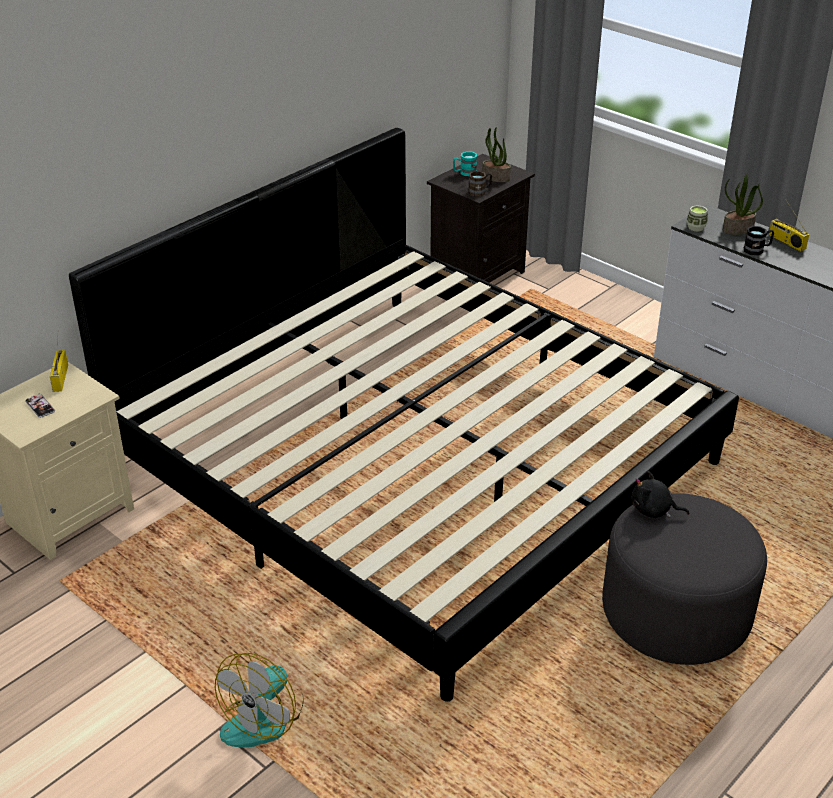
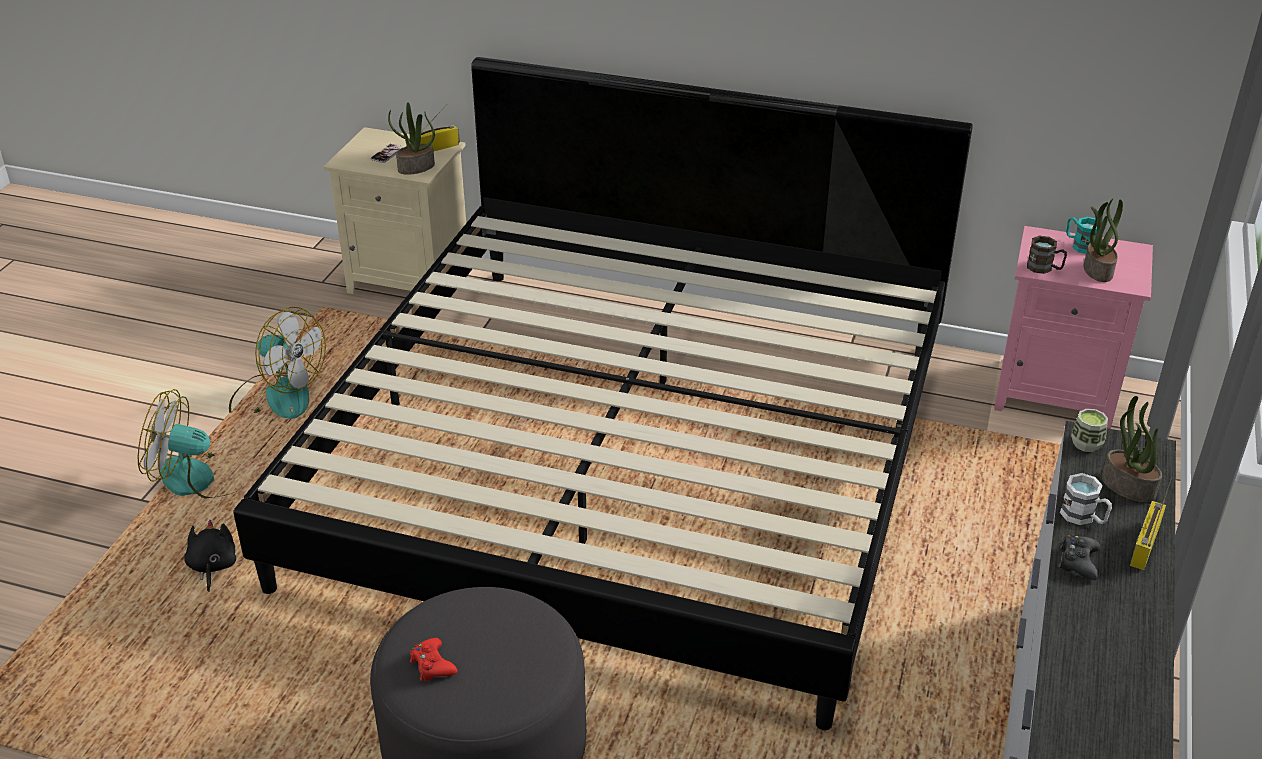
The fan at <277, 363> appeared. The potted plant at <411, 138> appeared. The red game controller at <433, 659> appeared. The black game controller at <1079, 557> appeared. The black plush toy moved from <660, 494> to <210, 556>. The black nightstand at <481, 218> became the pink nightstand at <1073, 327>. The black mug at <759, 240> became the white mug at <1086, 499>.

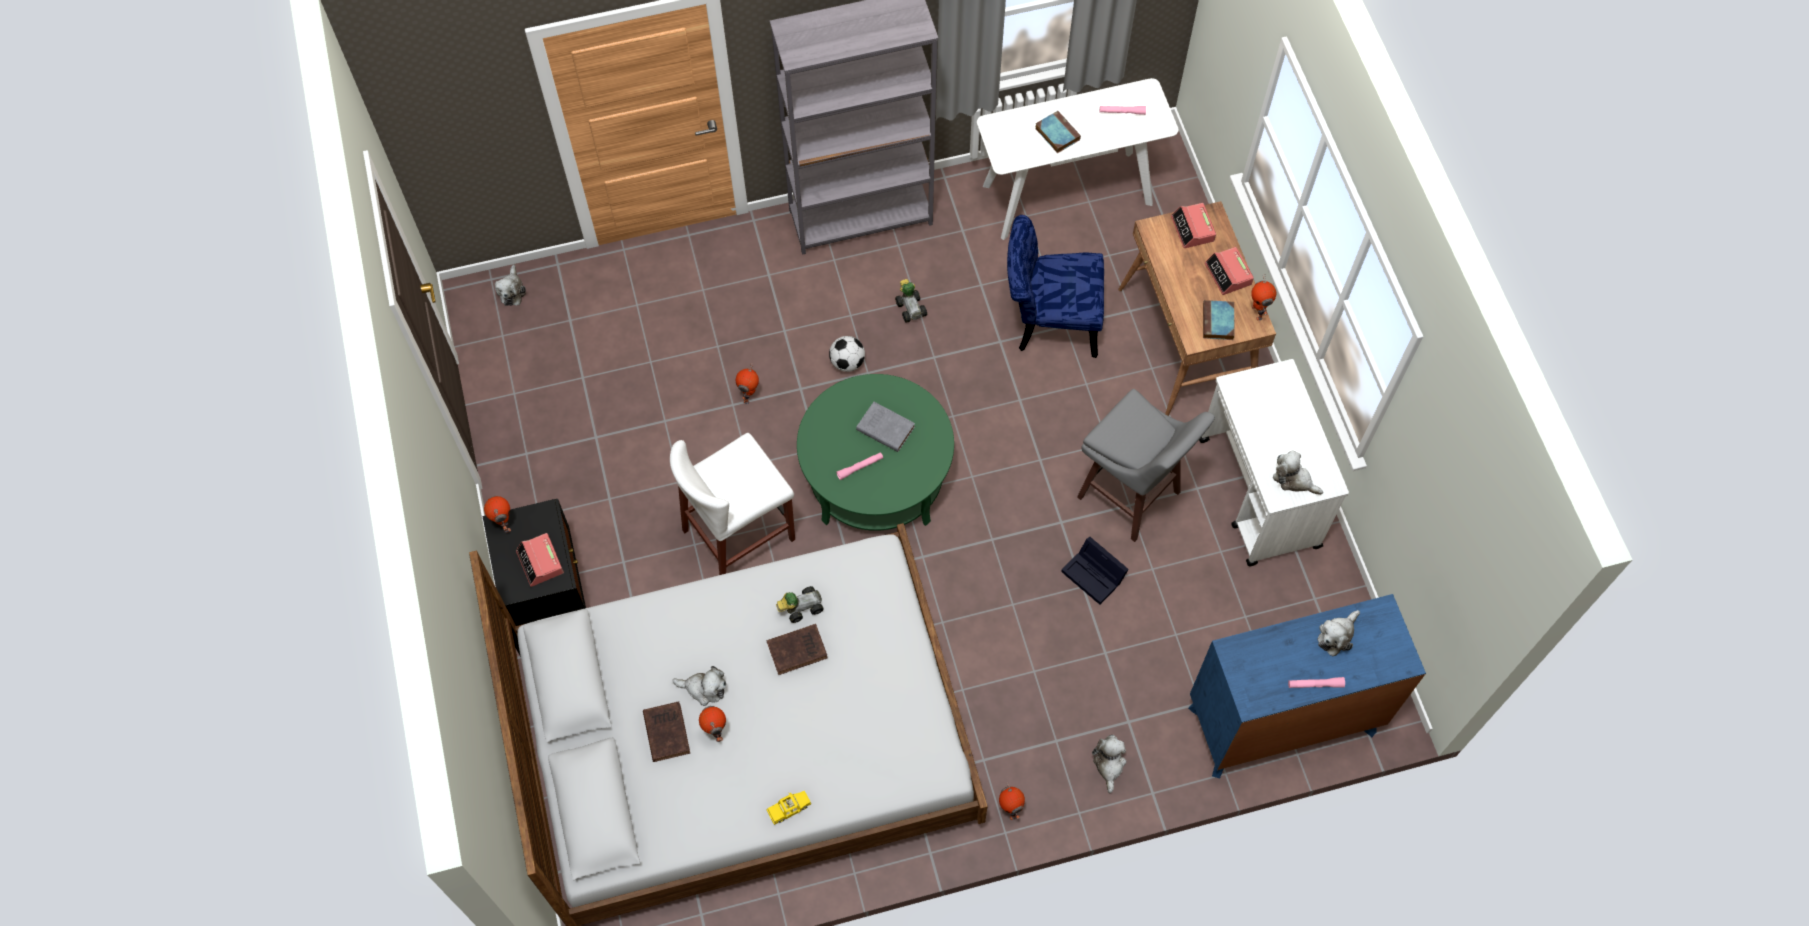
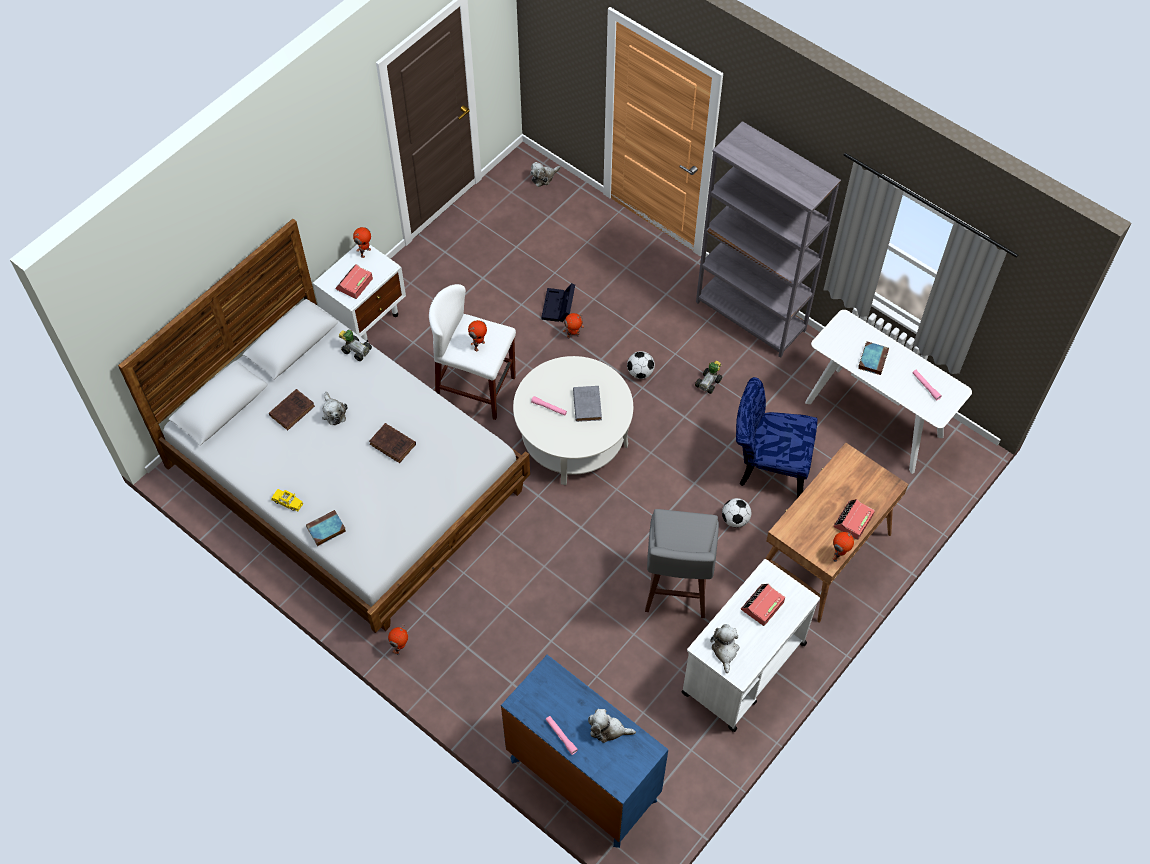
The plush toy at <1109, 764> disappeared. The football at <736, 513> appeared. The toy robot moved from <712, 724> to <477, 335>. The toy car moved from <799, 604> to <355, 345>. The black storage box moved from <1095, 571> to <558, 302>. The alarm clock moved from <1193, 225> to <763, 605>. The book moved from <1219, 320> to <326, 528>. The black nightstand at <534, 562> became the white nightstand at <359, 293>. The green coffee table at <875, 452> became the white coffee table at <573, 420>. The blue chair at <1055, 286> turned 45 degrees counterclockwise.

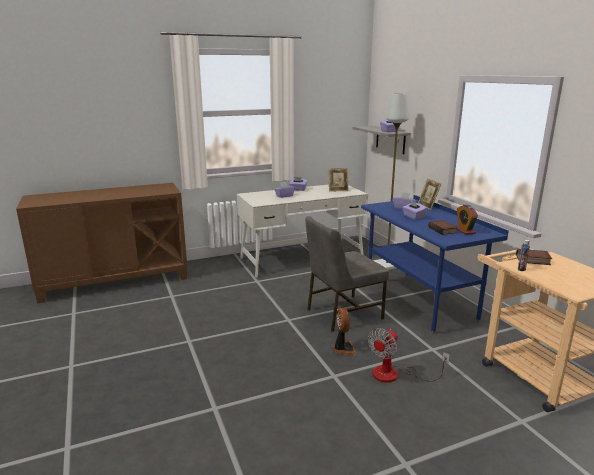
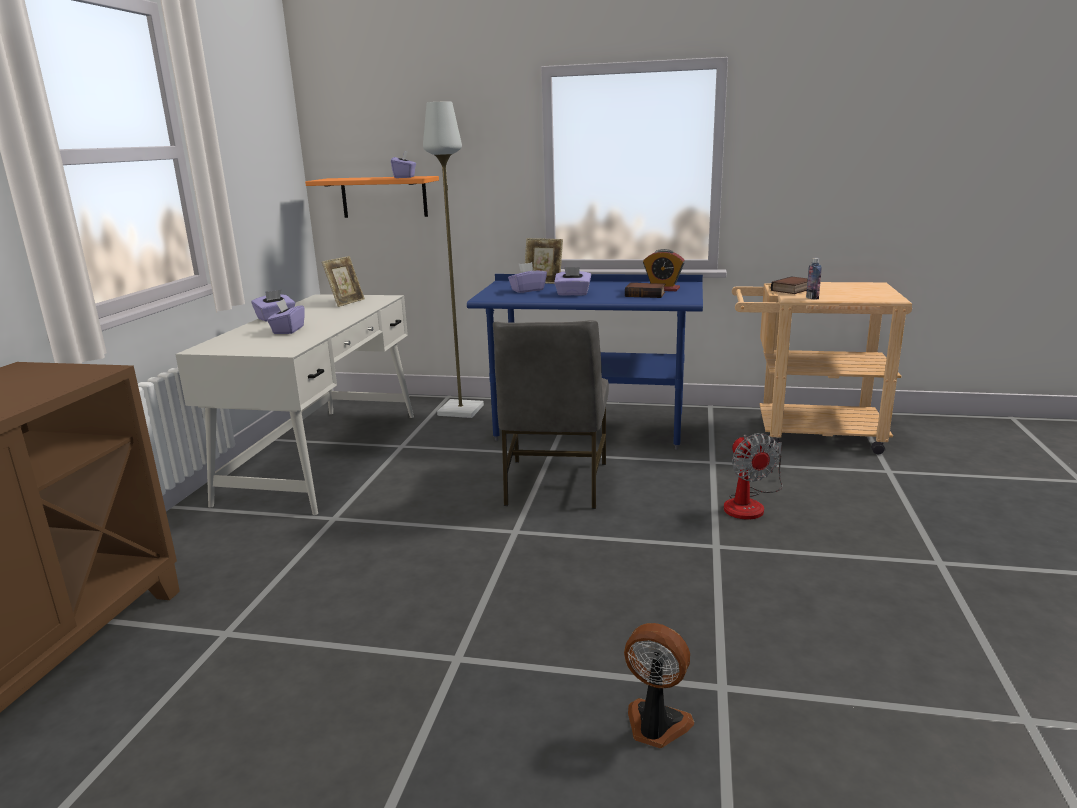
The fan moved from <344, 332> to <659, 685>. The grey shelf at <382, 140> became the orange shelf at <372, 197>.

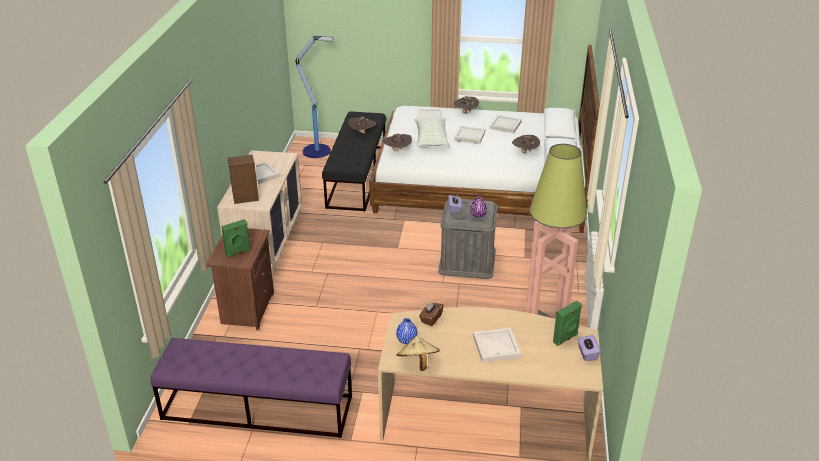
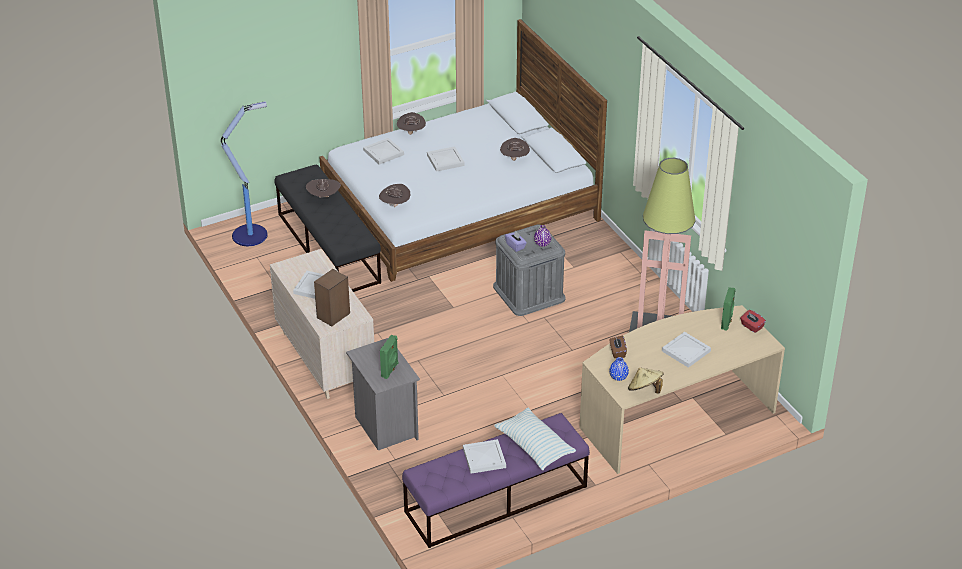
The pillow moved from <432, 132> to <535, 438>. The white tray moved from <505, 124> to <484, 456>. The brown nightstand at <240, 279> became the grey nightstand at <383, 394>. The purple tissue box at <589, 348> became the red tissue box at <753, 321>.

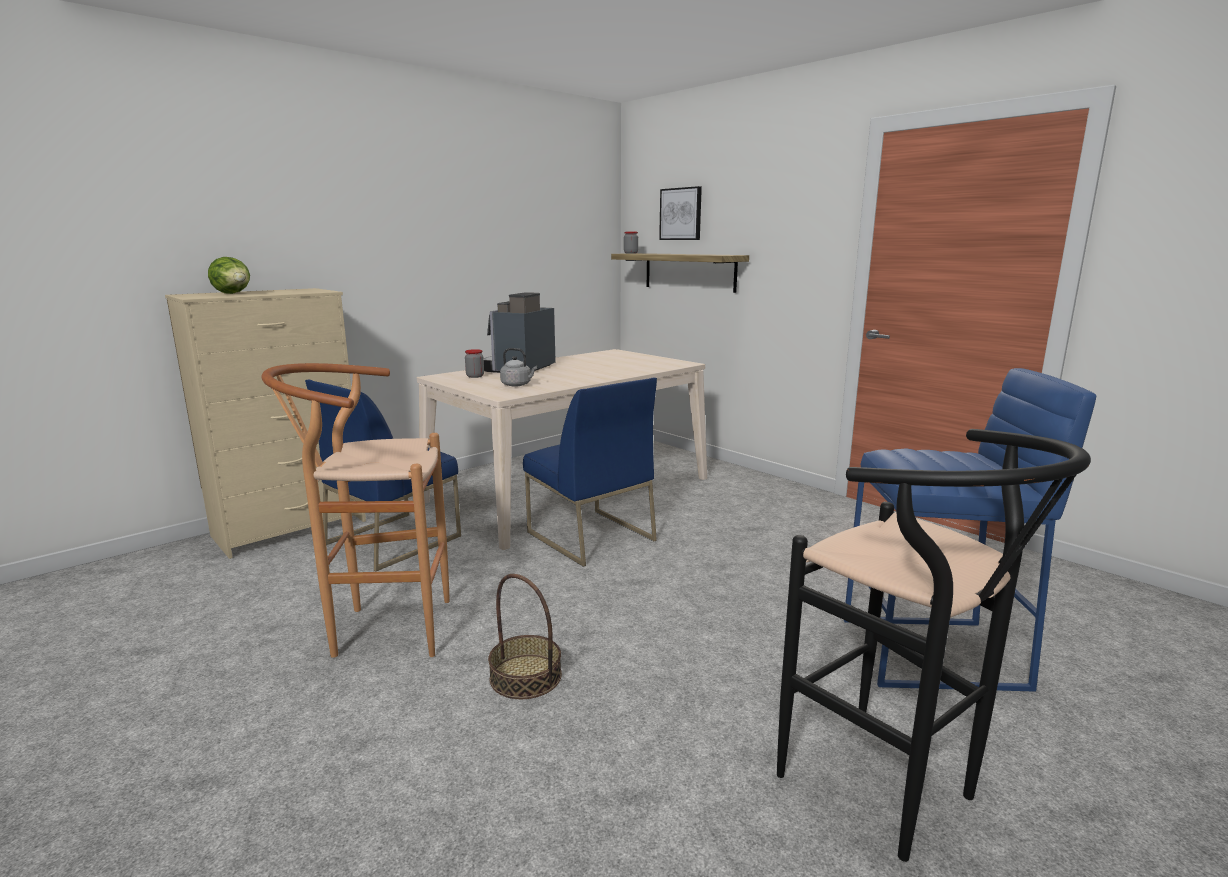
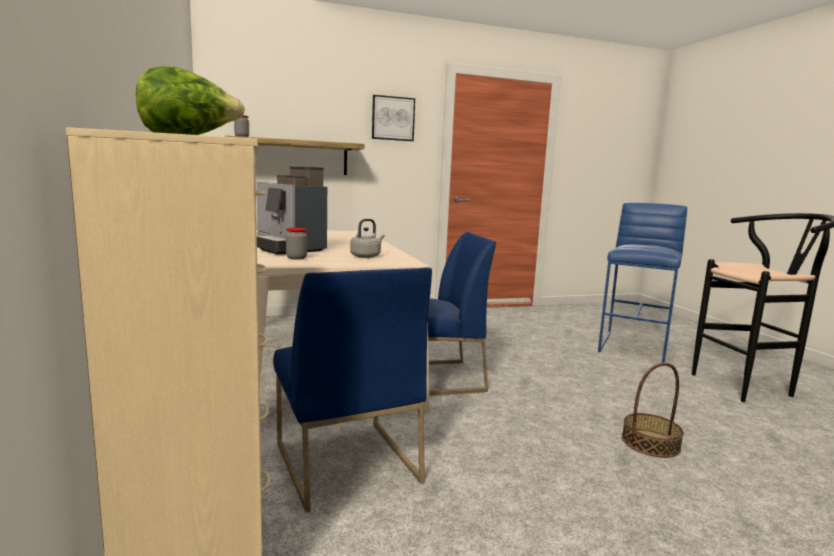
The brown stool at <356, 510> disappeared. The picture moved from <680, 213> to <393, 118>.

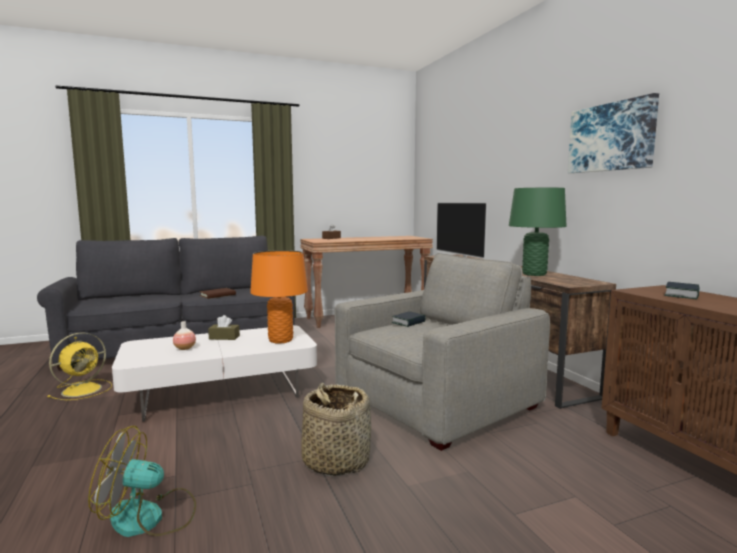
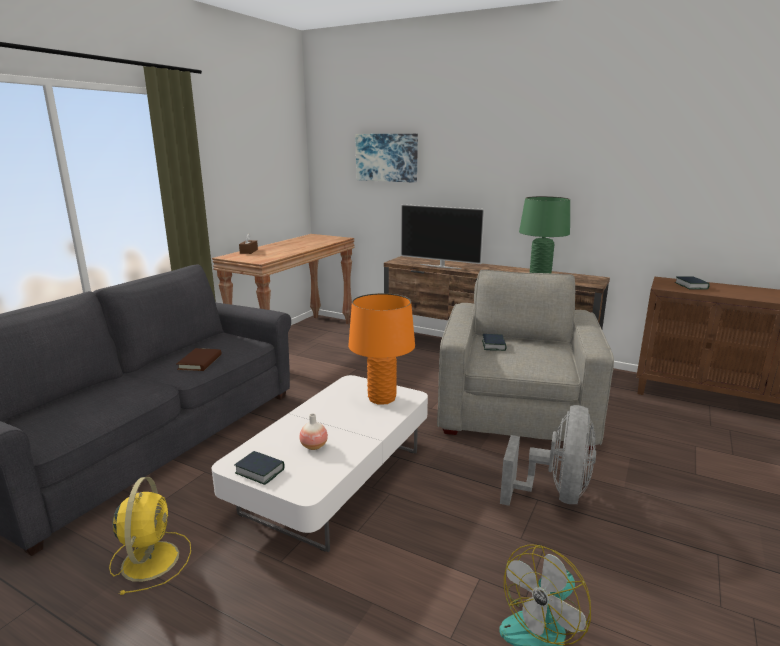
The brown tissue box at <224, 327> disappeared. The book at <259, 468> appeared. The picture moved from <613, 133> to <386, 158>. The basket at <336, 429> was replaced by the grey fan at <548, 455>.

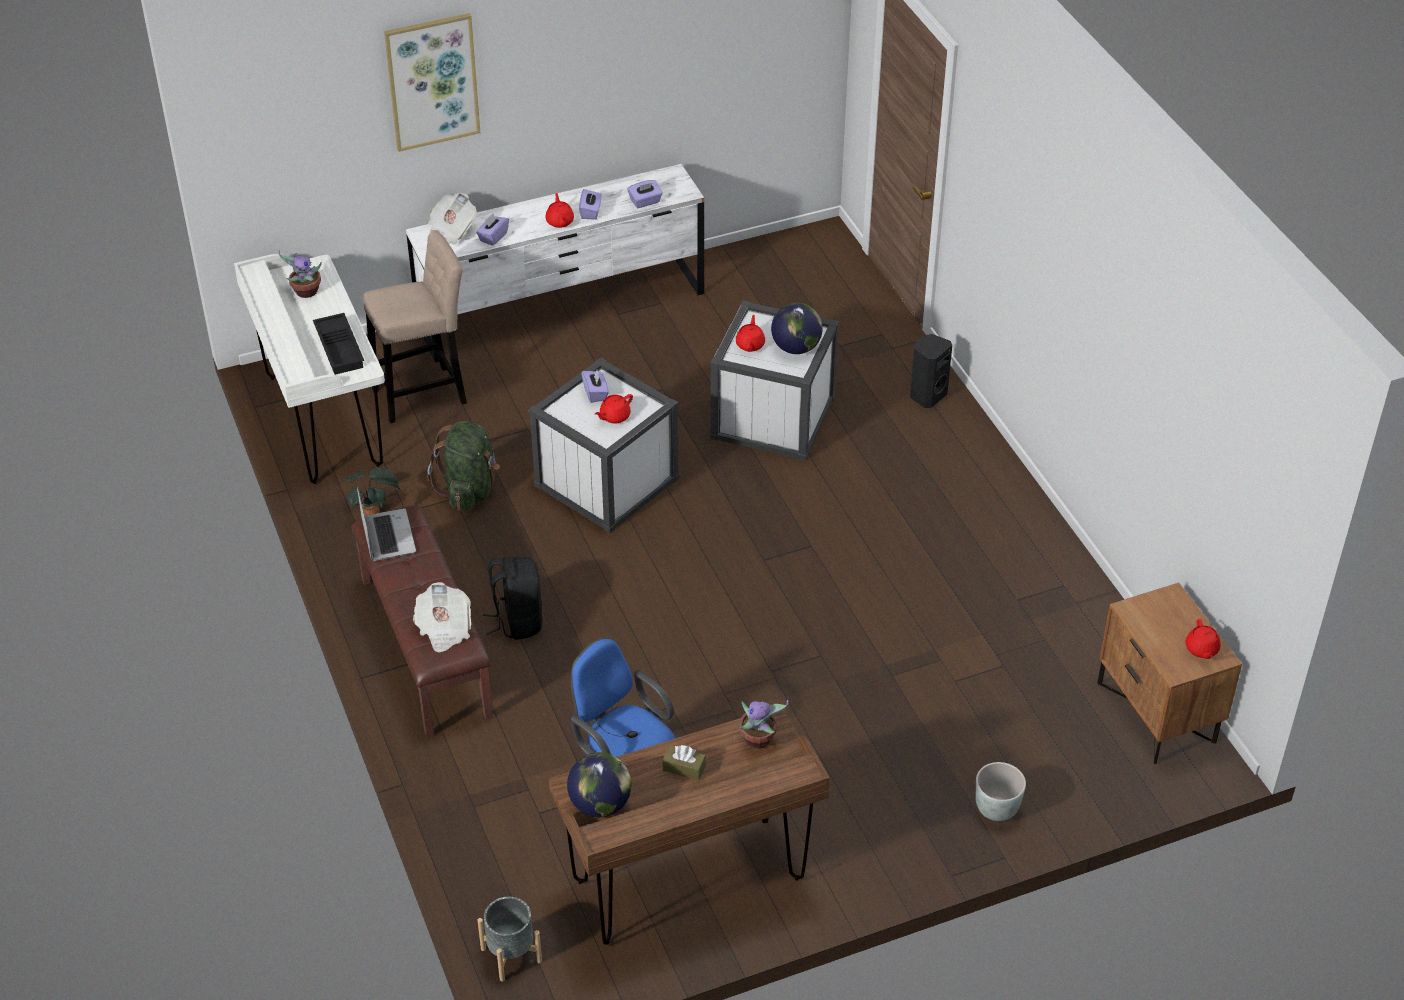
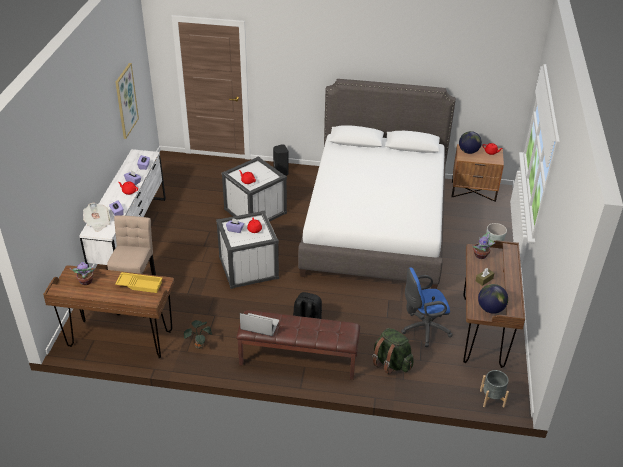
The newspaper at <442, 617> disappeared. The white bed at <377, 184> appeared. The picture moved from <432, 82> to <127, 101>. The green backpack moved from <463, 466> to <393, 351>. The globe moved from <797, 328> to <470, 142>. The white desk at <309, 369> became the brown desk at <108, 311>. The black tray at <338, 344> became the yellow tray at <139, 282>.

